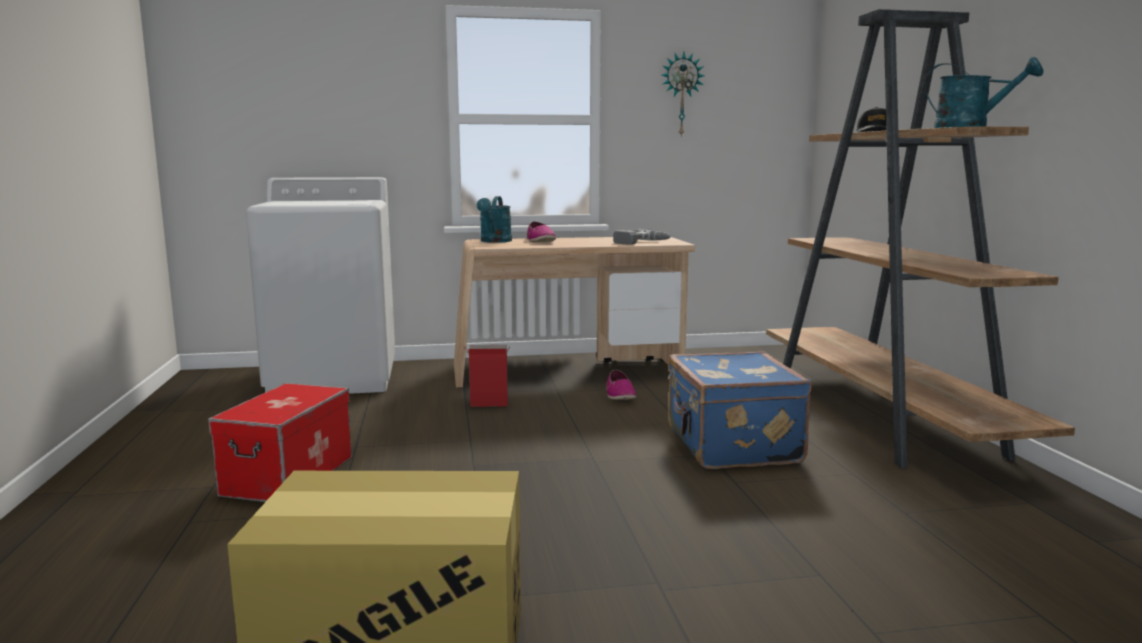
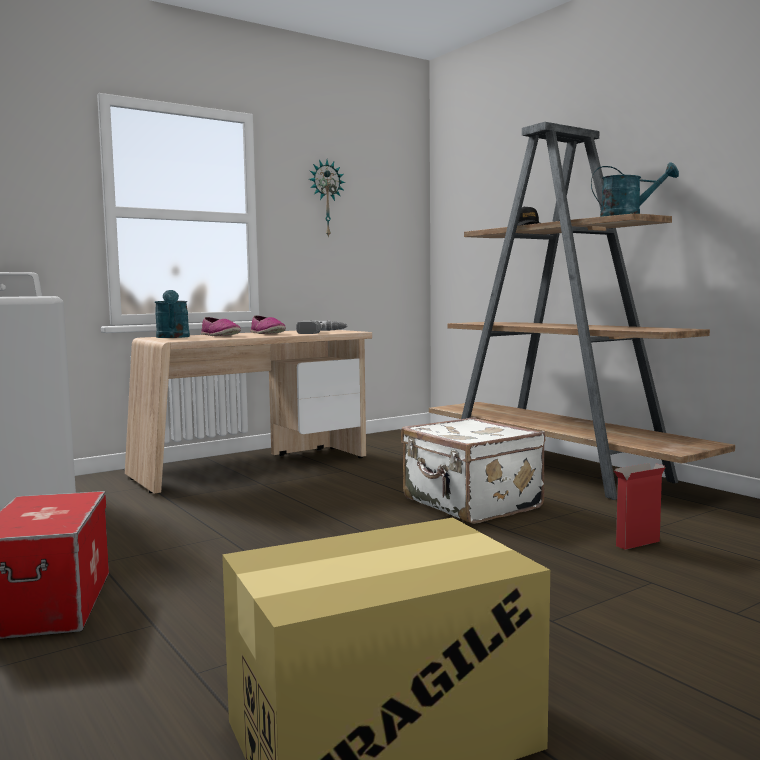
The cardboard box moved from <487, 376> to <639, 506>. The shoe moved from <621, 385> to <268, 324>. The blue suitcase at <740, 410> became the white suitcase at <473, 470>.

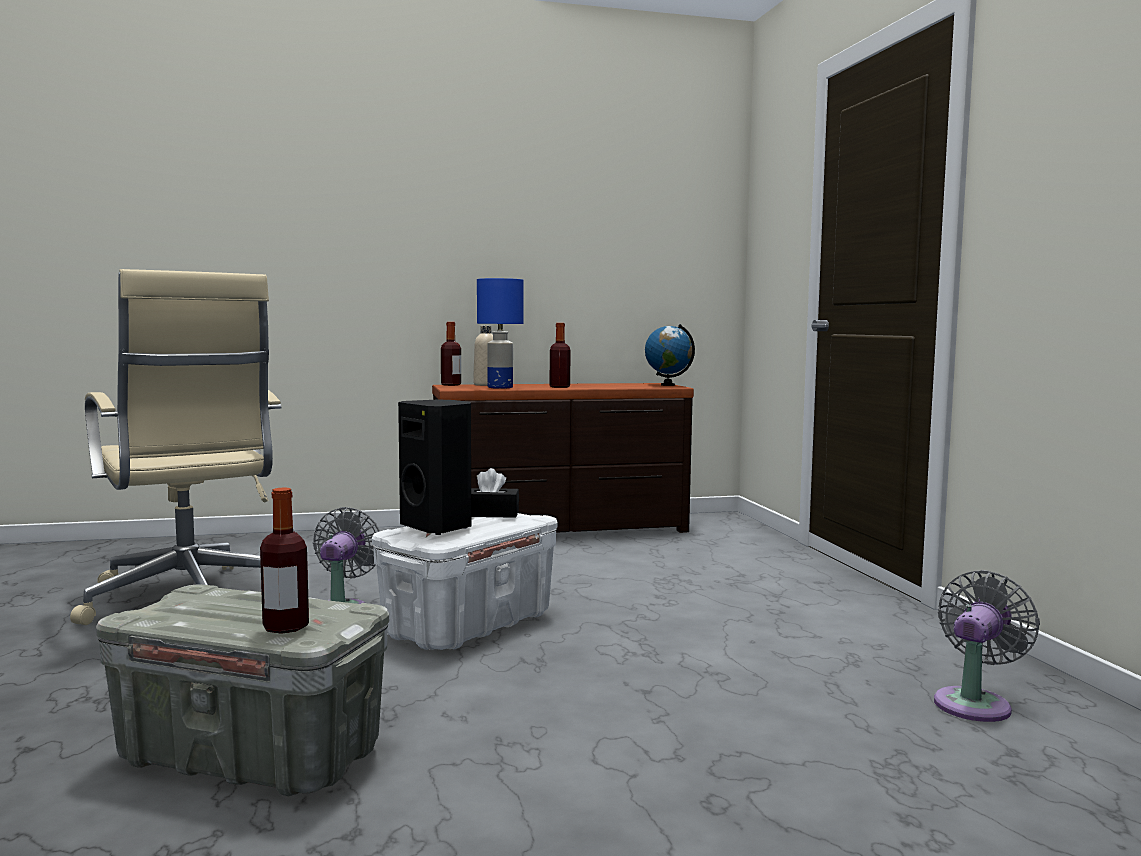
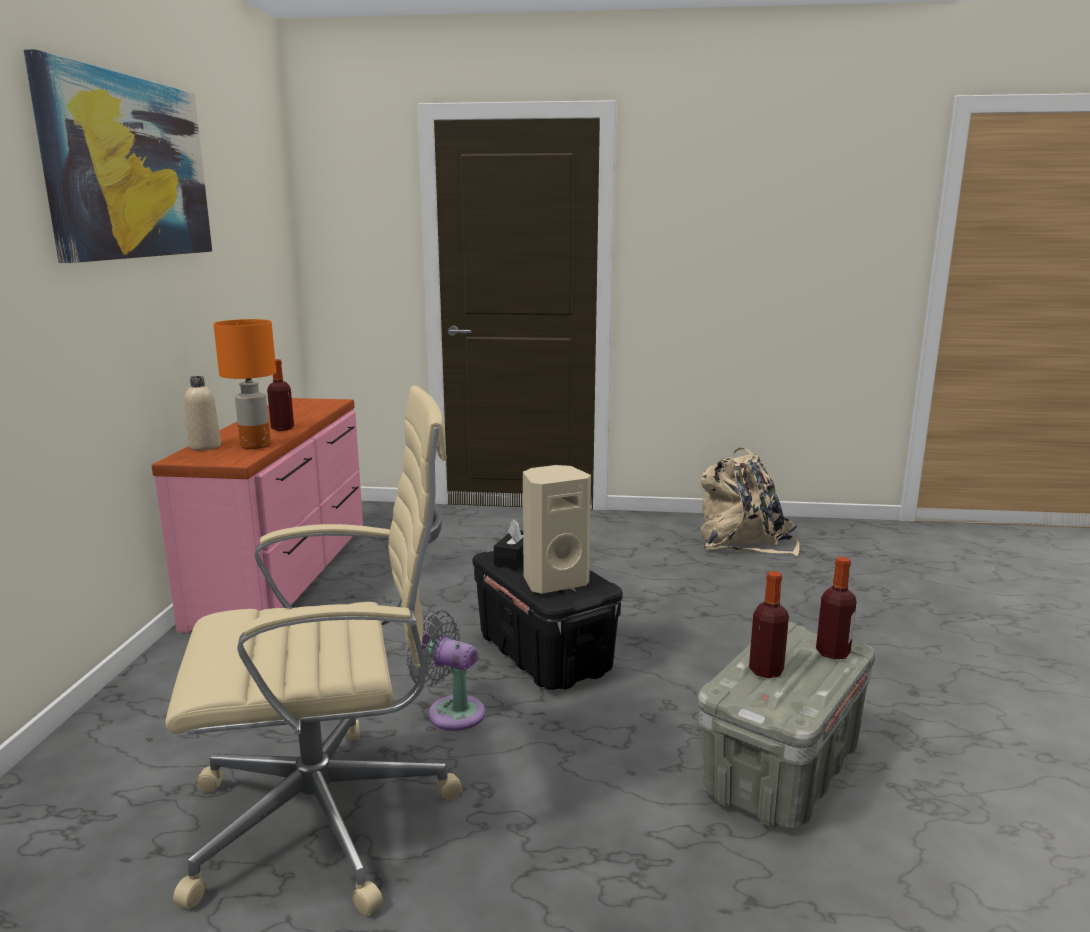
The globe at <670, 355> disappeared. The picture at <118, 156> appeared. The bottle moved from <451, 354> to <769, 624>. The grey fan at <987, 646> was replaced by the beige backpack at <750, 502>. The white storage box at <465, 581> became the black storage box at <548, 620>. The black speaker at <434, 467> became the beige speaker at <557, 529>. The brown dresser at <563, 458> became the pink dresser at <257, 515>. The blue table lamp at <500, 333> became the orange table lamp at <244, 384>.

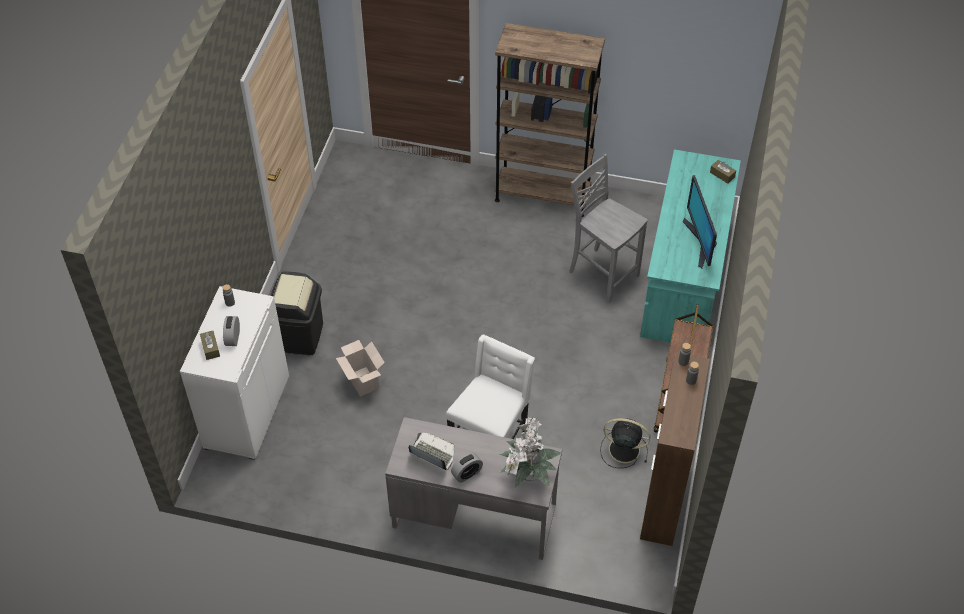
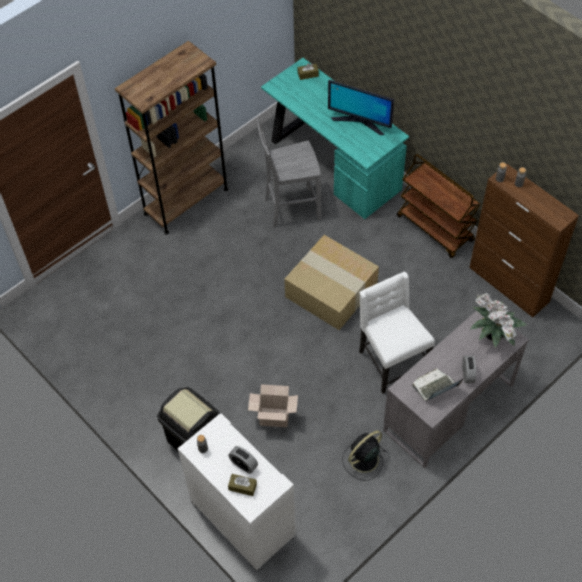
The cardboard box at <331, 282> appeared. The black fan moved from <625, 443> to <364, 456>.

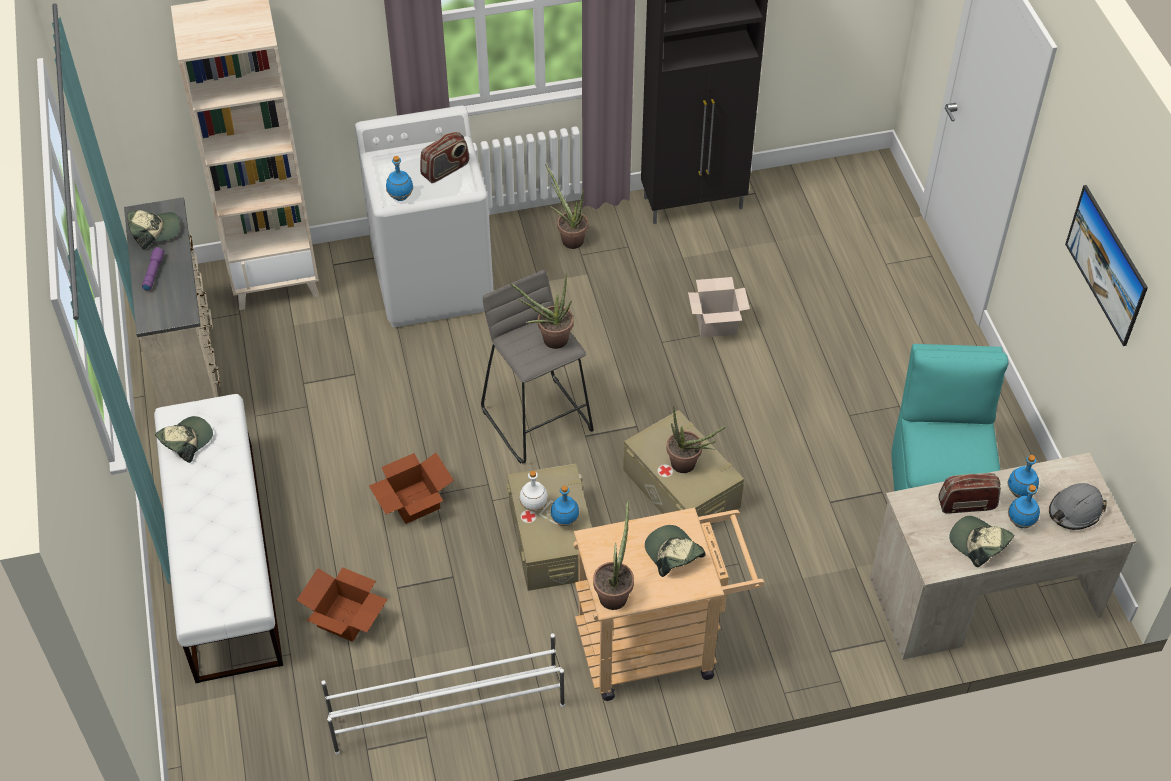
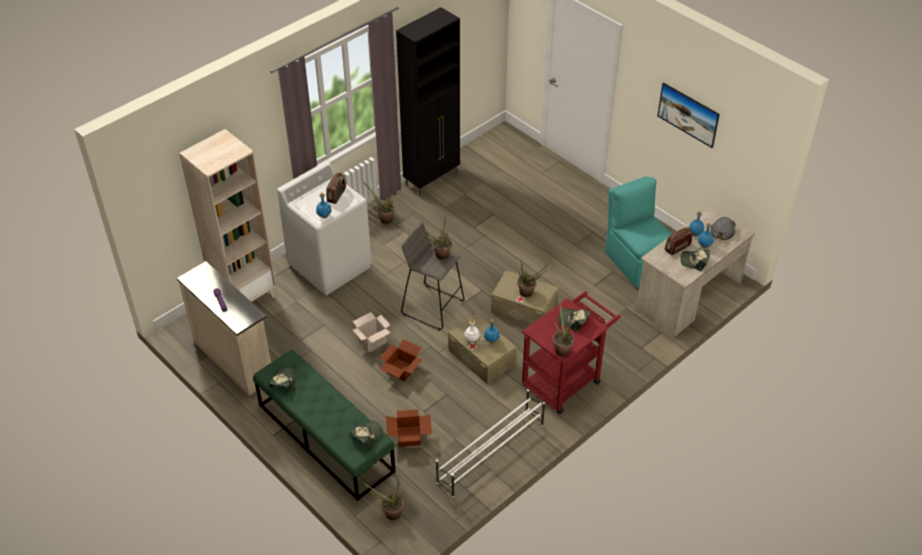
The potted plant at <383, 499> appeared. The cap moved from <153, 230> to <366, 435>. The cardboard box moved from <719, 307> to <371, 332>. The white bench at <218, 538> became the green bench at <324, 425>. The beige cart at <669, 604> became the red cart at <571, 352>.

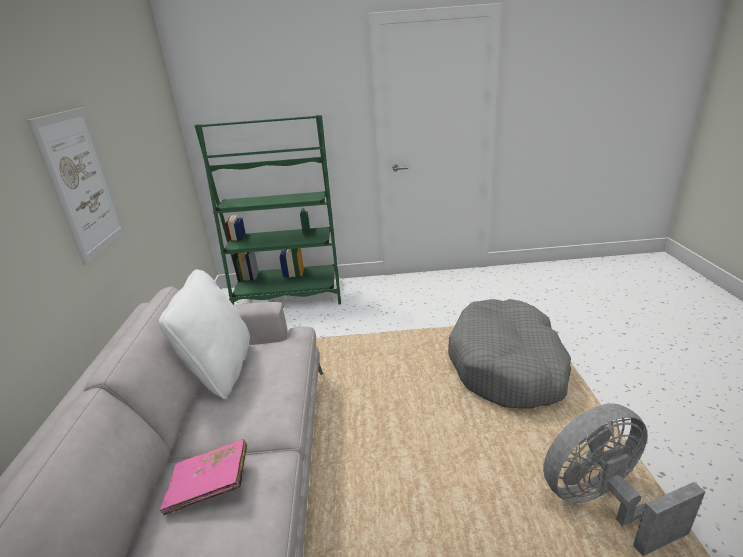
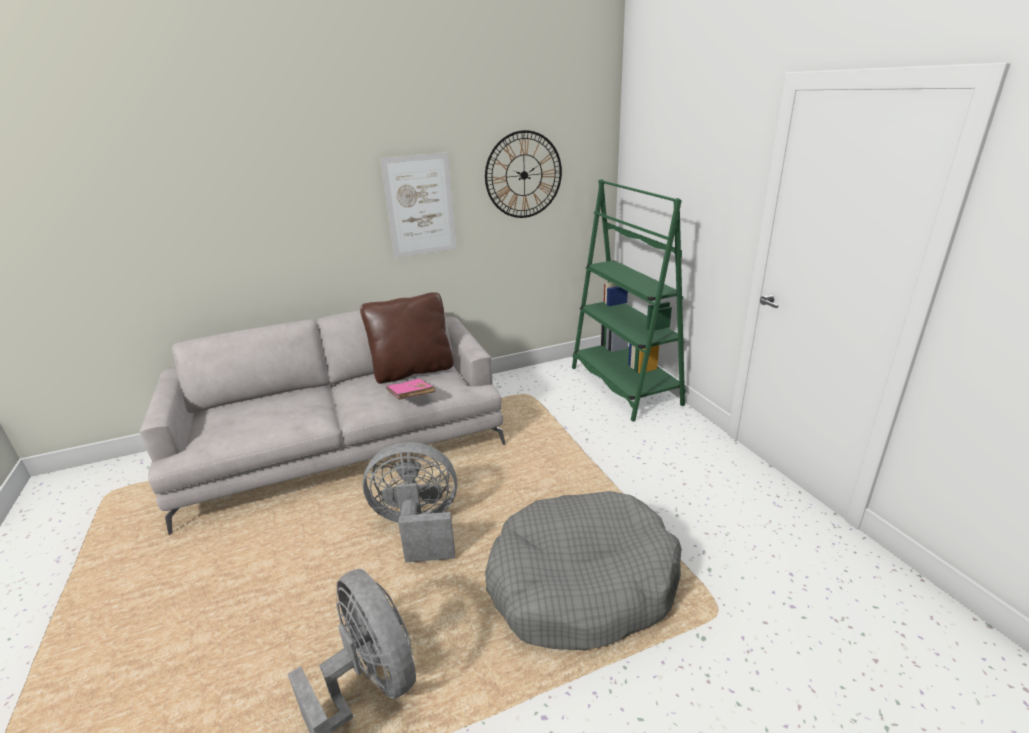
The grey fan at <409, 502> appeared. The wall clock at <523, 174> appeared. The pink book moved from <203, 477> to <410, 389>. The white pillow at <204, 334> became the brown pillow at <407, 338>.

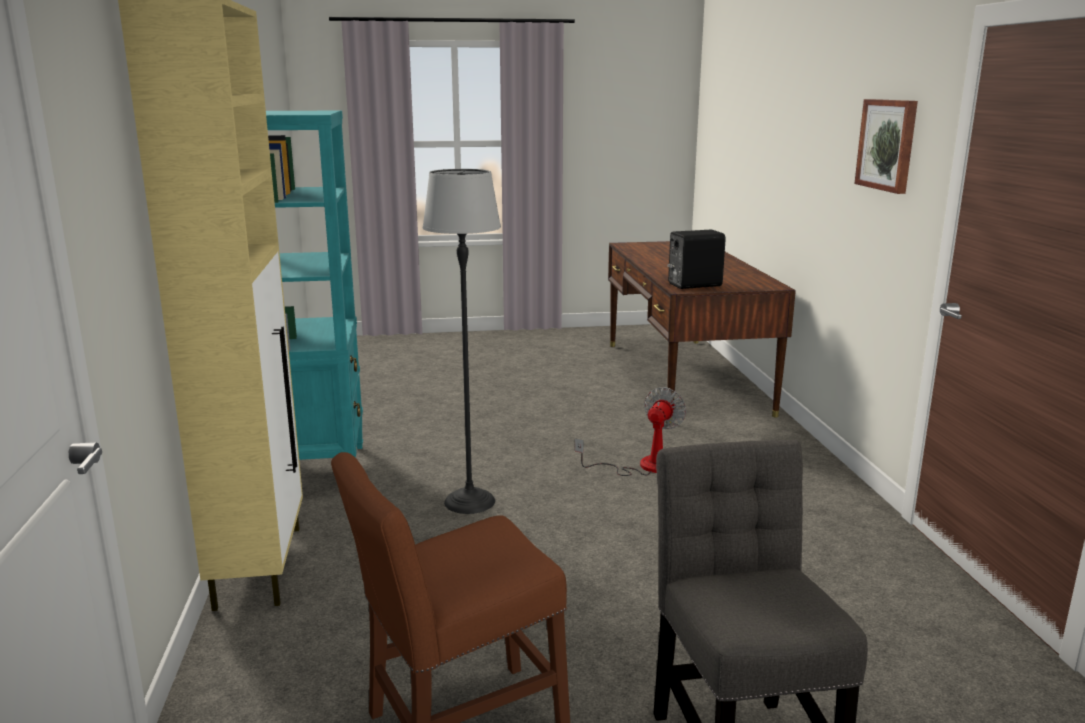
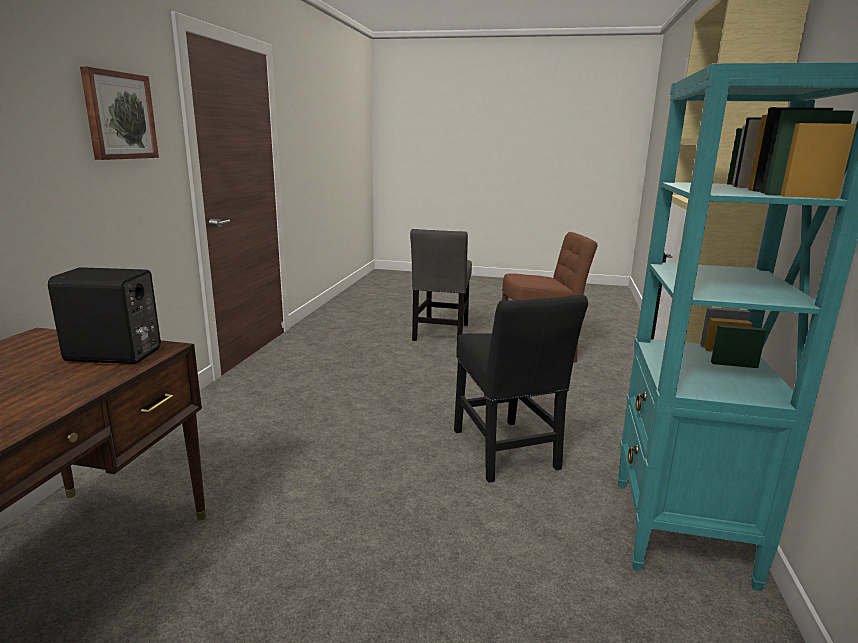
The fan at <630, 431> disappeared. The floor lamp at <462, 341> was replaced by the black chair at <521, 389>.

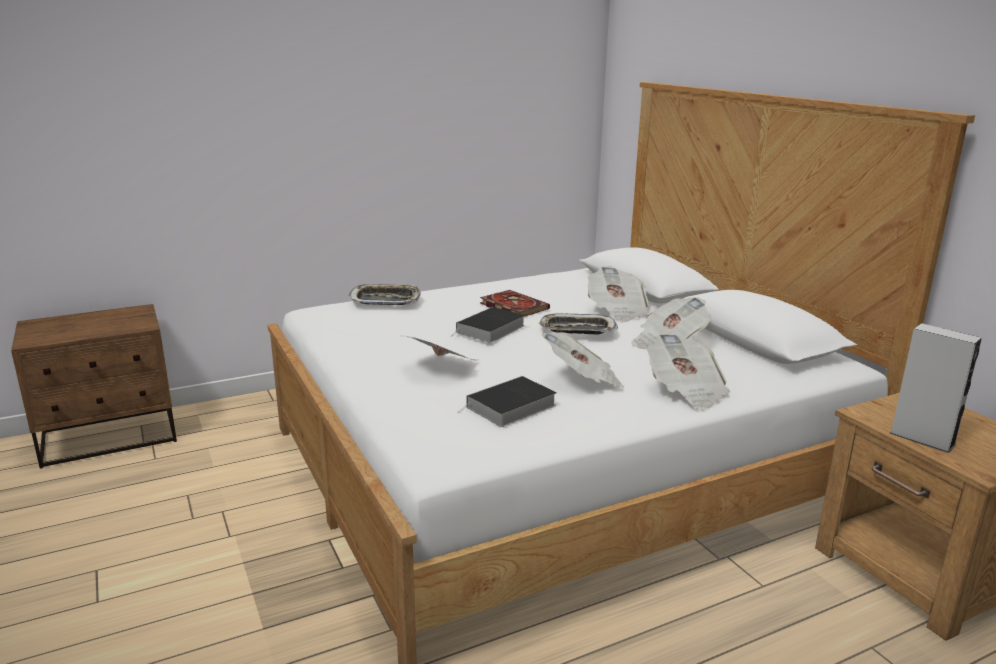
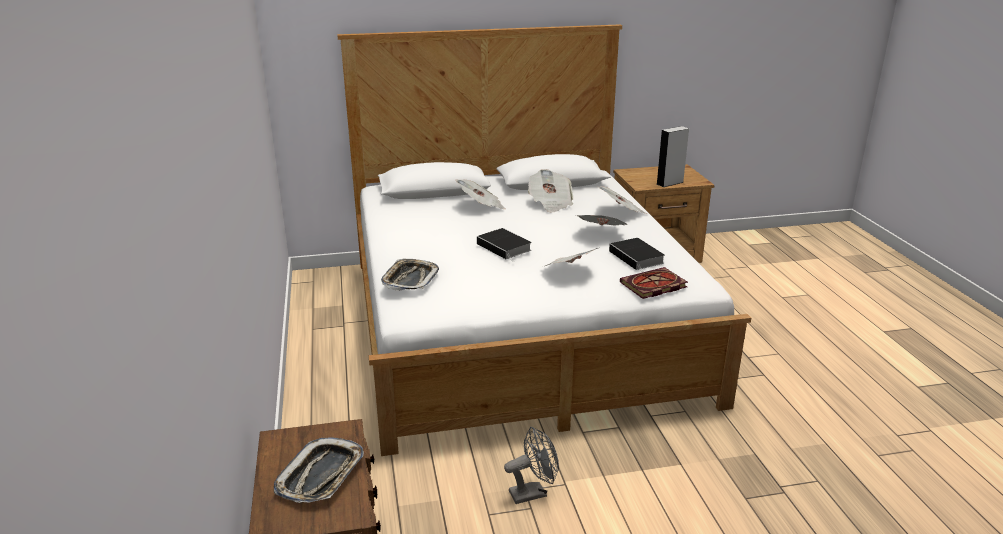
The grey fan at <531, 465> appeared. The book moved from <515, 303> to <654, 283>. The tray moved from <578, 323> to <319, 470>.

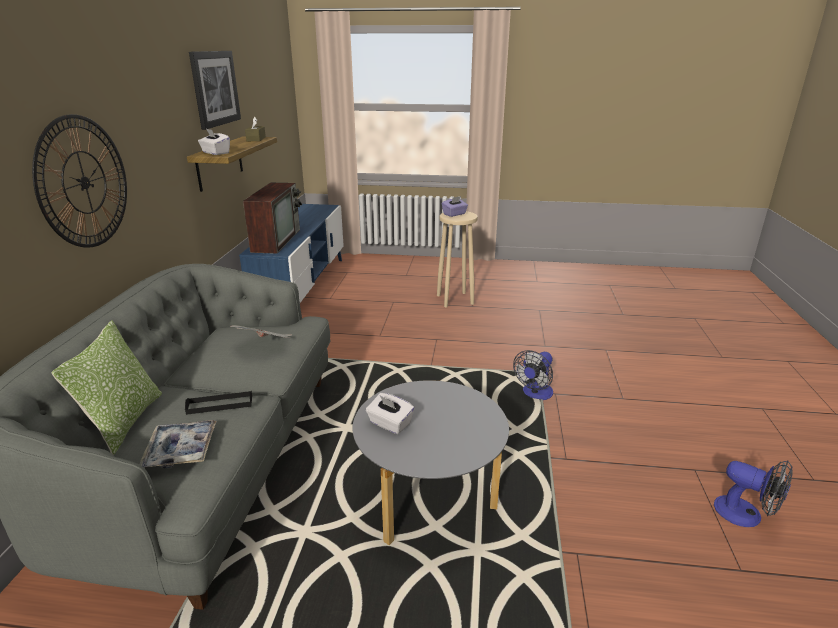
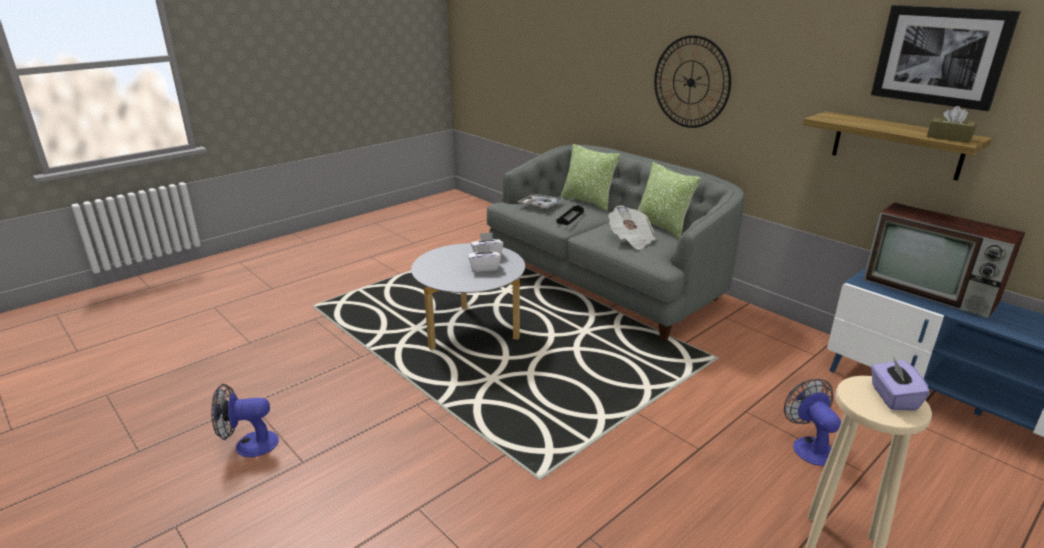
The pillow at <669, 200> appeared. The white tissue box moved from <214, 142> to <484, 258>. The fan moved from <533, 375> to <812, 422>.

